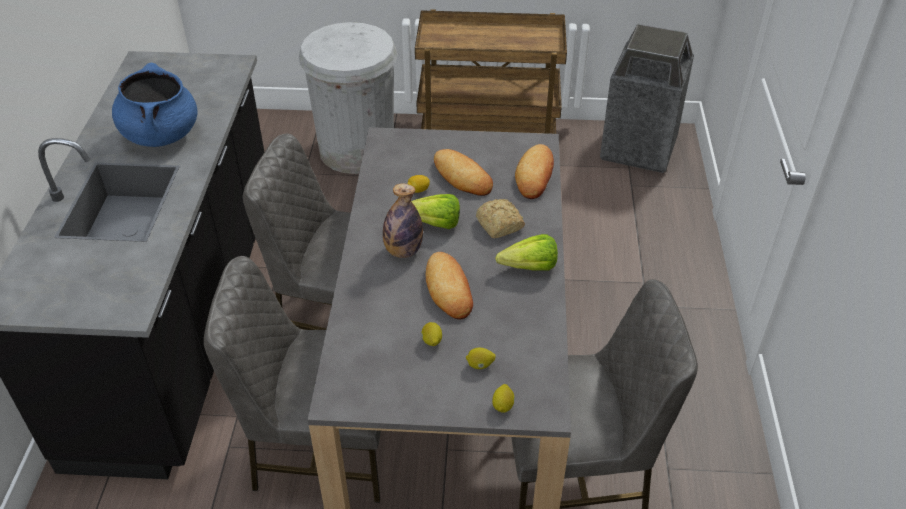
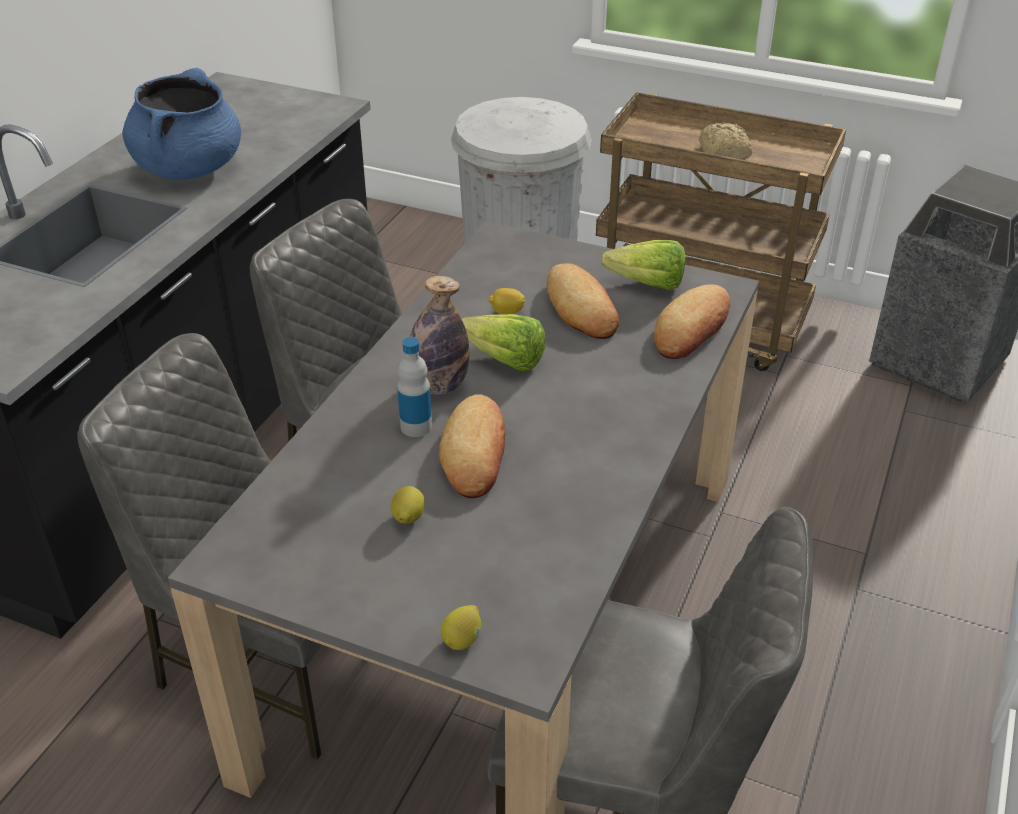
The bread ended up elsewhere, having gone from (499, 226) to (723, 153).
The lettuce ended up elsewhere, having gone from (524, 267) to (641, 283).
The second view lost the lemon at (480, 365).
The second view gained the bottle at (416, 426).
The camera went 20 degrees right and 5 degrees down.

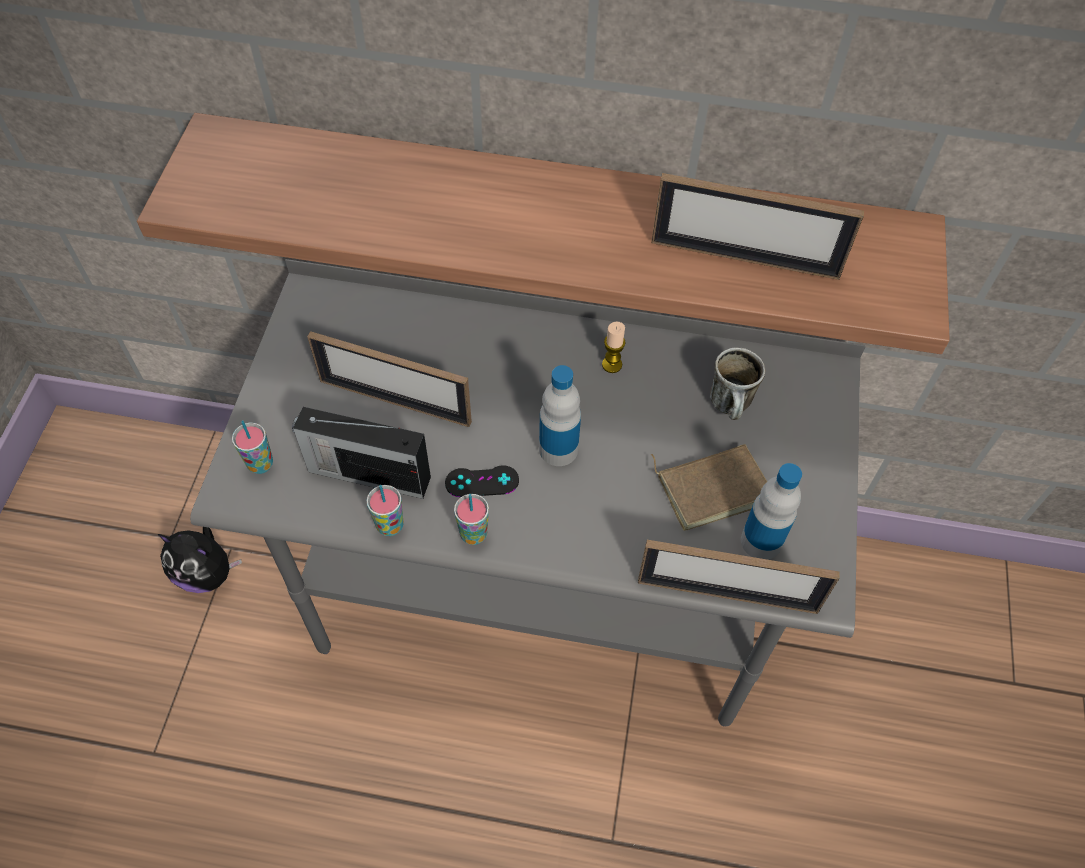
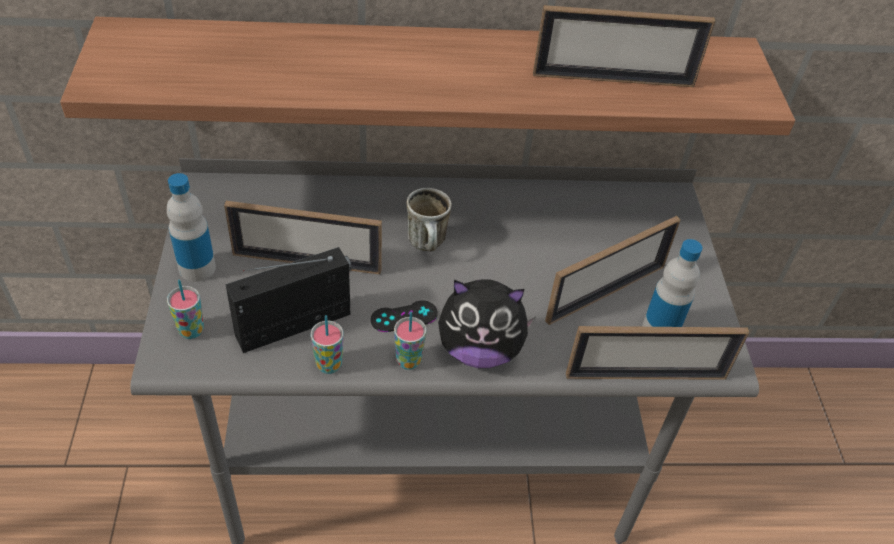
The second view lost the candle at (612, 365).
The mug ended up elsewhere, having gone from (731, 408) to (429, 246).
The bottle ended up elsewhere, having gone from (558, 449) to (197, 268).
The radio at (367, 473) ended up facing another way, 150 degrees clockwise from before.
Where the brown_book stood at (712, 486), the picture_frame came to stand at (606, 293).
The plush_toy ended up elsewhere, having gone from (207, 573) to (479, 350).
The camera went 15 degrees left and 10 degrees down.

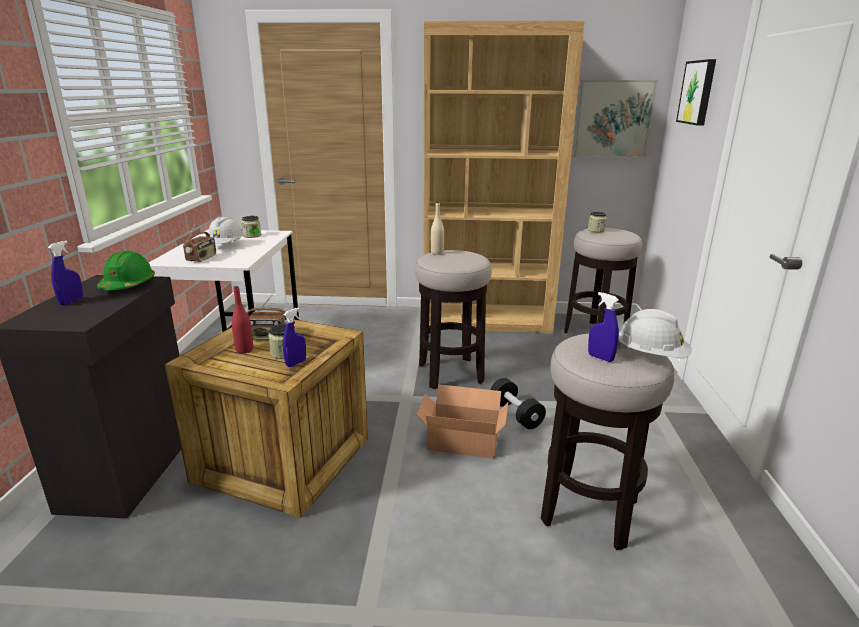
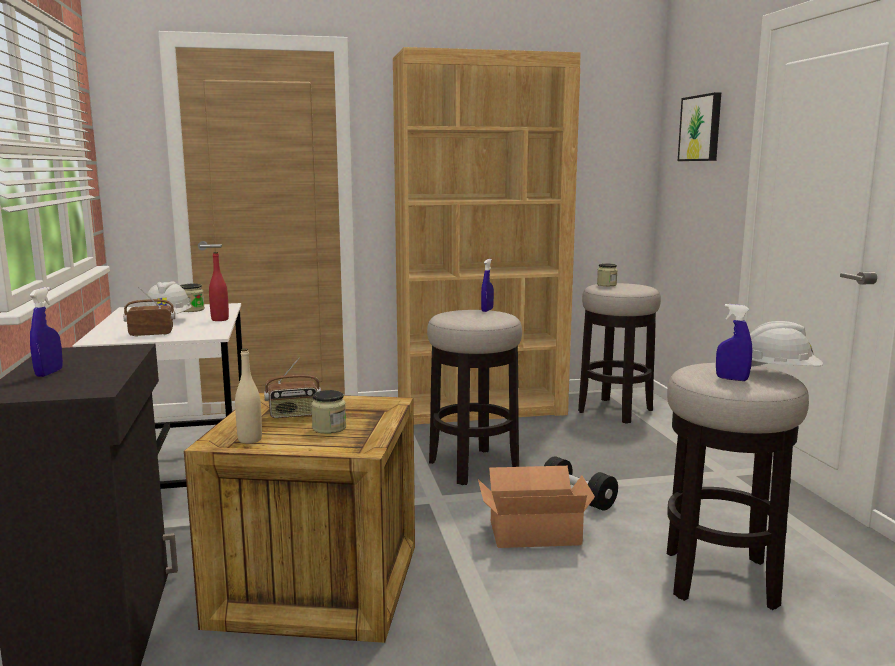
The second view lost the picture at (613, 119).
The beige_bottle ended up elsewhere, having gone from (437, 253) to (250, 440).
The radio at (202, 258) ended up facing another way, 105 degrees counterclockwise from before.
The second view lost the green_hard_hat at (128, 285).
The red_bottle ended up elsewhere, having gone from (244, 350) to (220, 319).
The blue_spray_bottle ended up elsewhere, having gone from (296, 363) to (487, 310).
The camera went 15 degrees left and 10 degrees down.

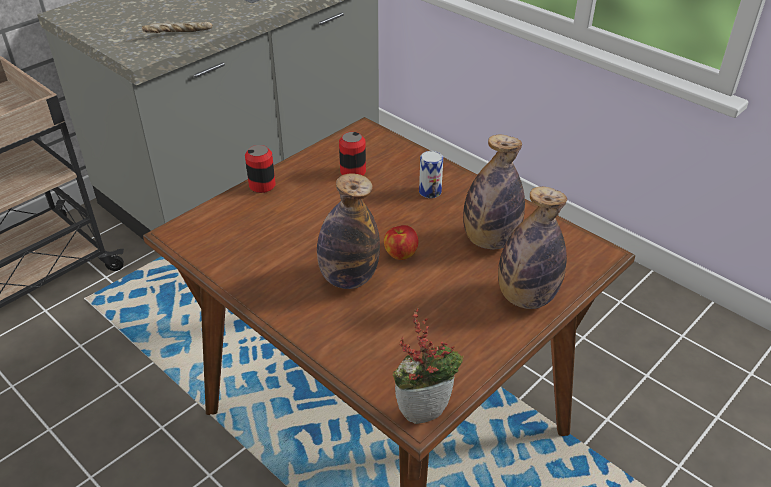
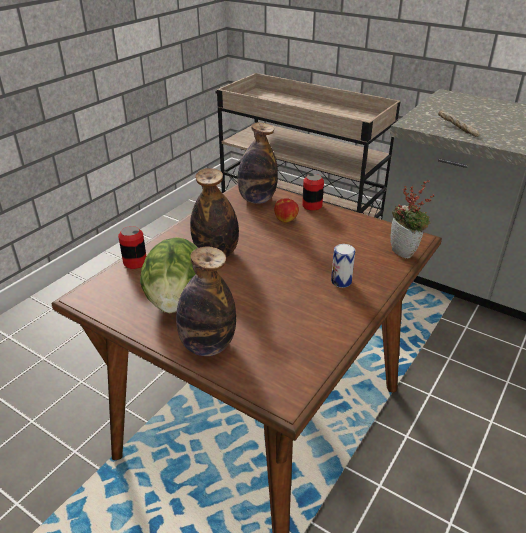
The can ended up elsewhere, having gone from (353, 171) to (135, 262).
The bottle ended up elsewhere, having gone from (489, 240) to (257, 199).
The apple ended up elsewhere, having gone from (400, 254) to (286, 219).
The potted_plant ended up elsewhere, having gone from (424, 408) to (405, 252).
The second view gained the lettuce at (176, 300).
The camera went 80 degrees right and 5 degrees down.

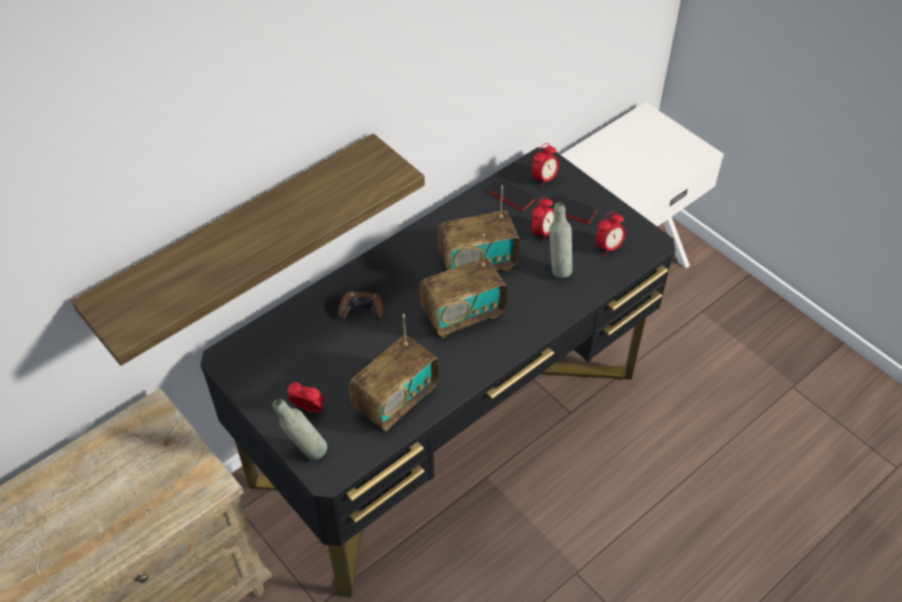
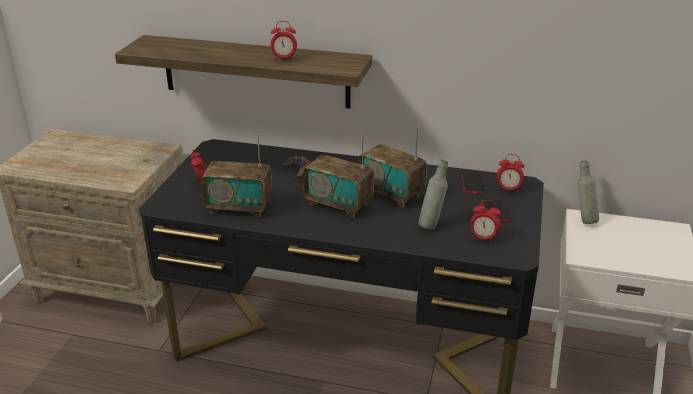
The alarm_clock ended up elsewhere, having gone from (542, 232) to (284, 59).
The grey_bottle ended up elsewhere, having gone from (305, 452) to (583, 220).
The camera went 55 degrees right and 20 degrees down.

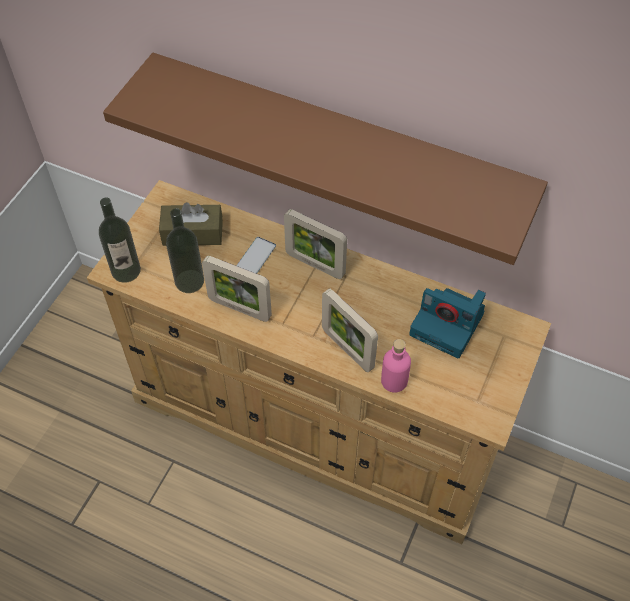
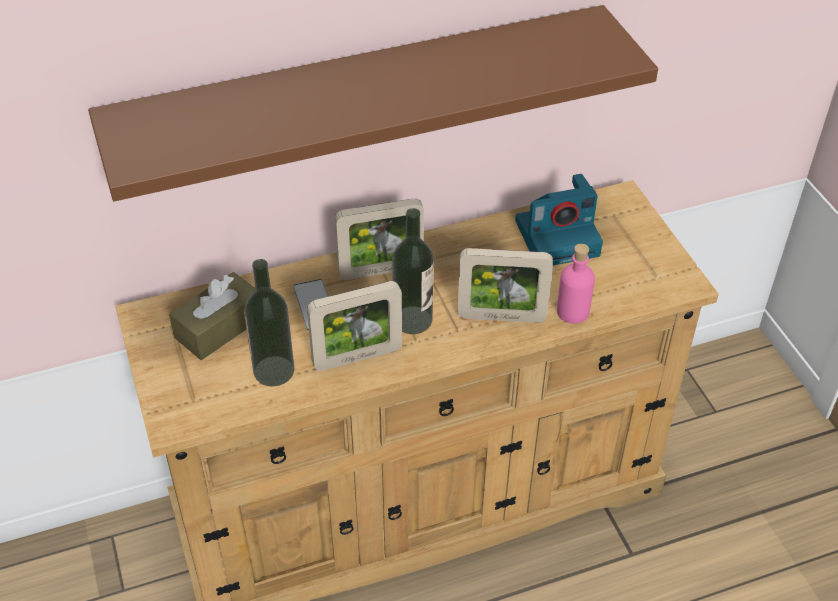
The bottle ended up elsewhere, having gone from (126, 271) to (412, 320).
The camera went 45 degrees left and 10 degrees down.

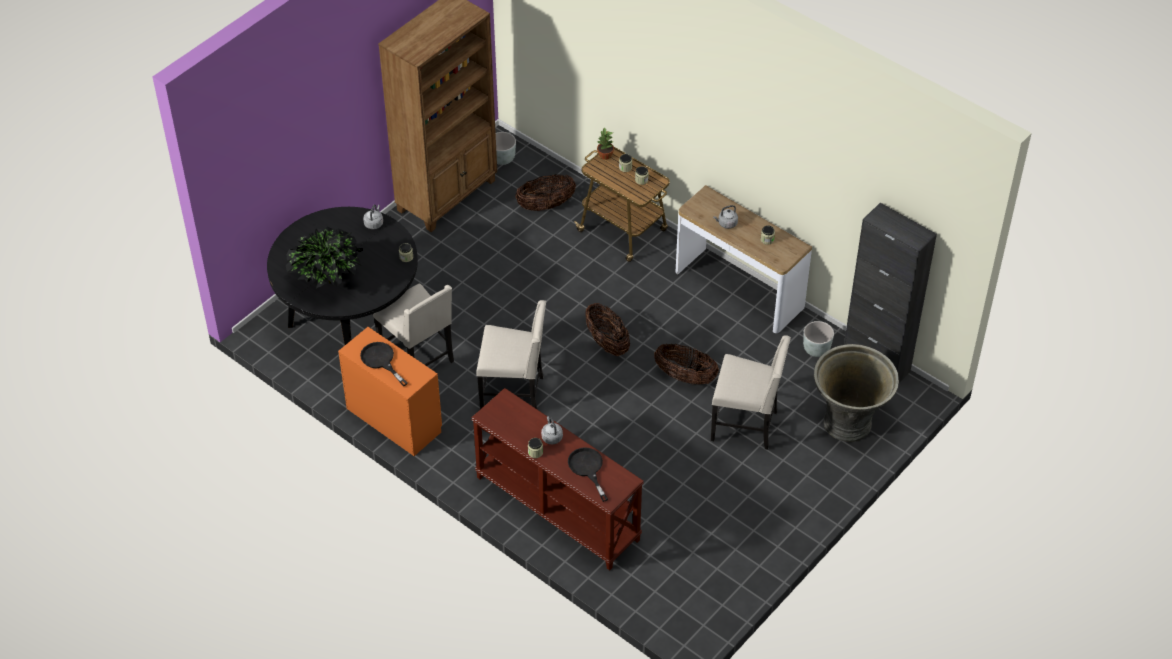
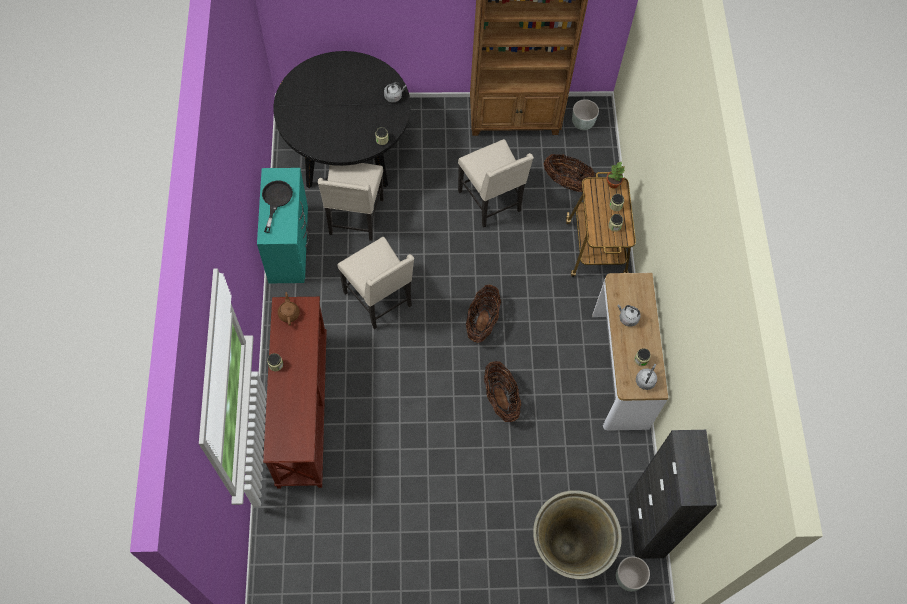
The second view lost the potted_plant at (327, 283).
The grey_planter ended up elsewhere, having gone from (816, 350) to (628, 578).
What was the orange_dresser at (394, 419) turned into the turquoise_dresser at (289, 246).
The beige_chair ended up elsewhere, having gone from (746, 425) to (491, 202).
The grey_kettle ended up elsewhere, having gone from (551, 437) to (645, 380).
The second view lost the black_frying_pan at (587, 469).
The second view gained the brown_teapot at (289, 313).
The camera went 45 degrees right and 15 degrees up.

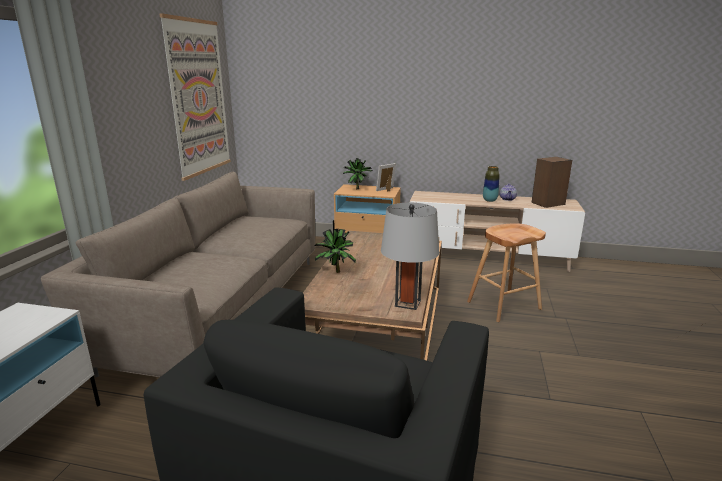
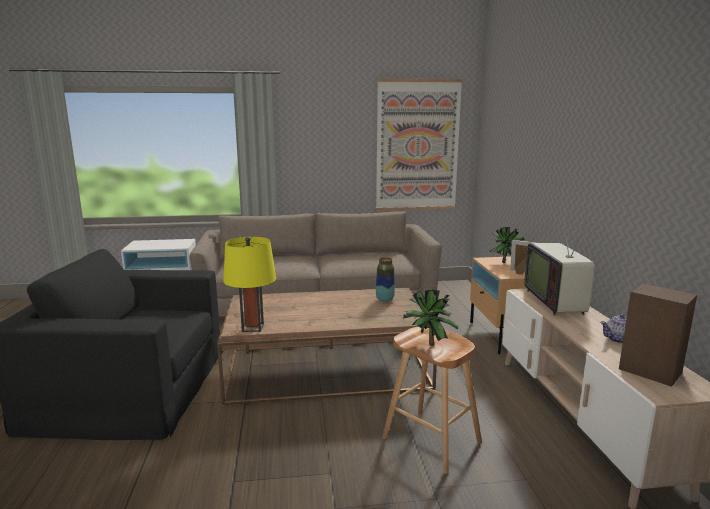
The vase ended up elsewhere, having gone from (489, 200) to (385, 300).
What was the grey_table_lamp at (408, 303) turned into the yellow_table_lamp at (253, 327).
The potted_plant ended up elsewhere, having gone from (336, 273) to (427, 344).
The second view gained the television at (557, 301).
The camera went 70 degrees right and 5 degrees down.

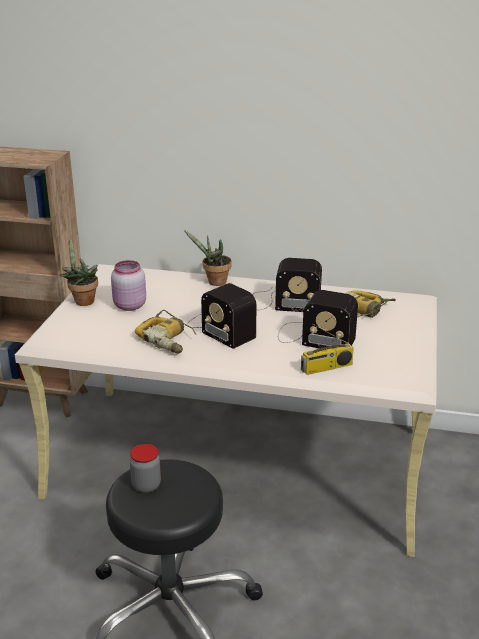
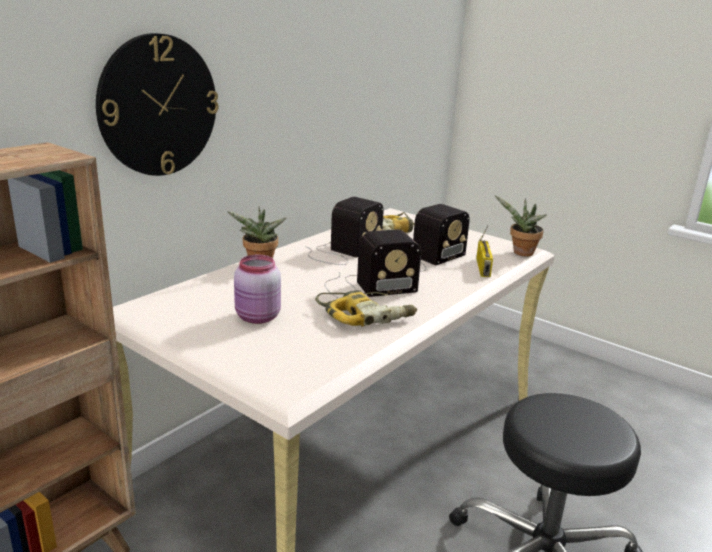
The potted_plant ended up elsewhere, having gone from (82, 301) to (520, 253).
The second view lost the jar at (146, 485).
The second view gained the wall_clock at (158, 106).
The camera went 65 degrees left and 5 degrees down.

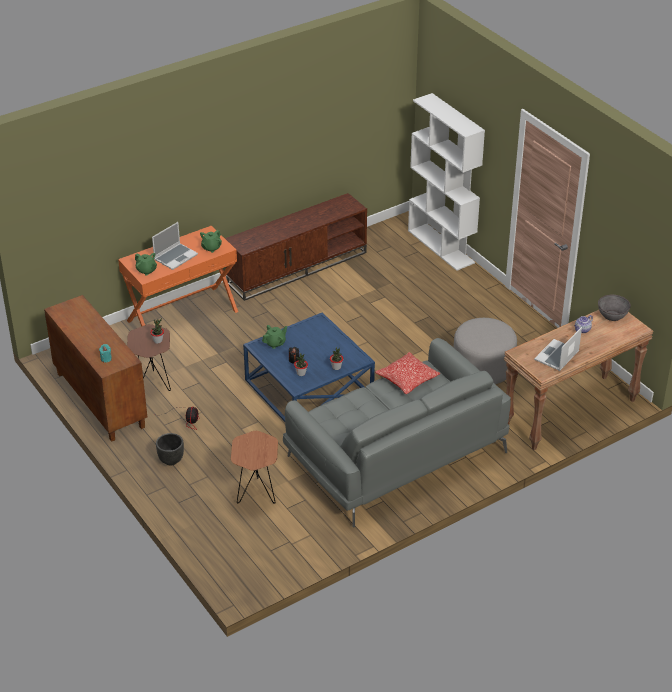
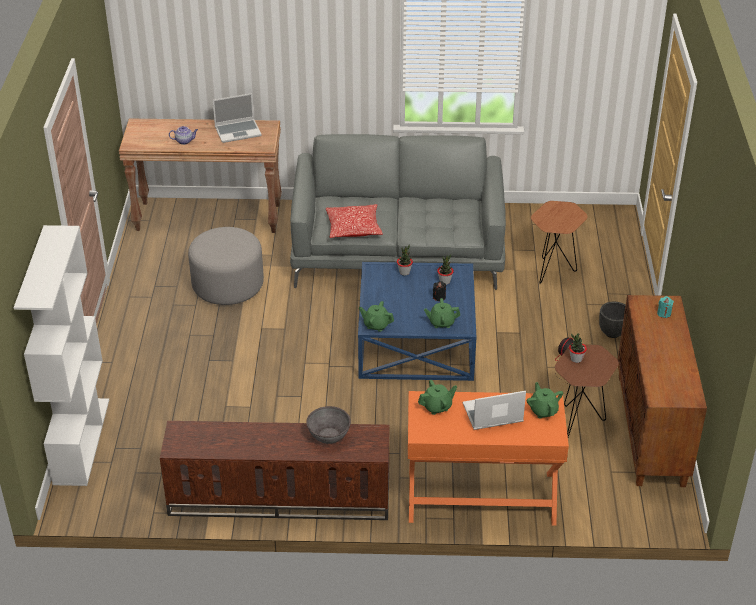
The grey_bowl ended up elsewhere, having gone from (612, 315) to (329, 435).
The second view gained the green_teapot at (376, 325).
The camera went 145 degrees left and 0 degrees up.

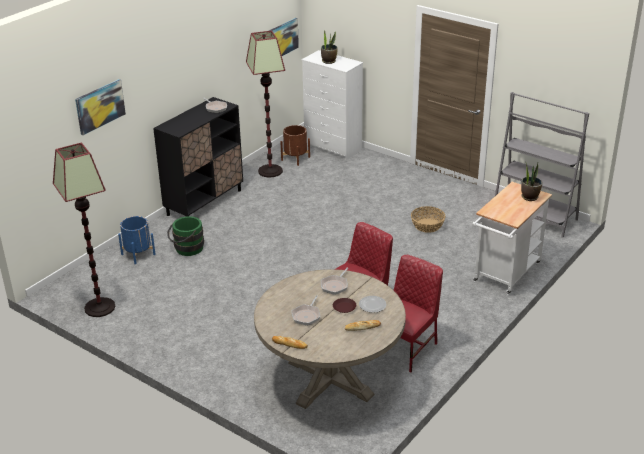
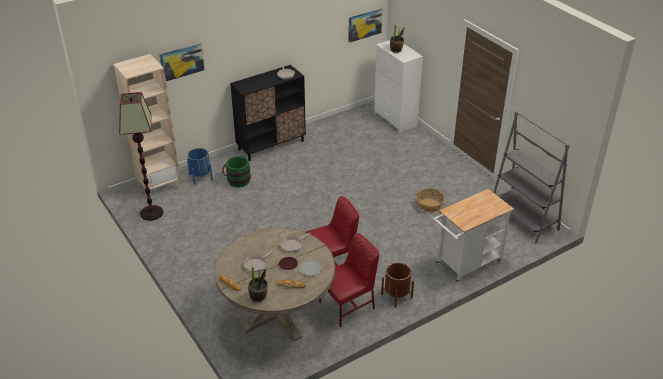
The second view lost the floor_lamp at (270, 171).
The brown_planter ended up elsewhere, having gone from (295, 158) to (396, 296).
The potted_plant ended up elsewhere, having gone from (529, 197) to (258, 296).
The second view gained the beige_bookcase at (159, 185).
The camera went 20 degrees right and 5 degrees up.

